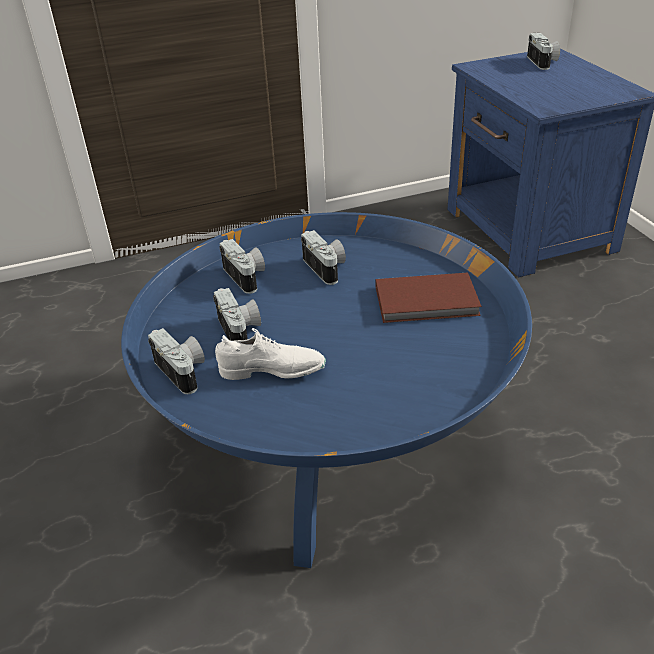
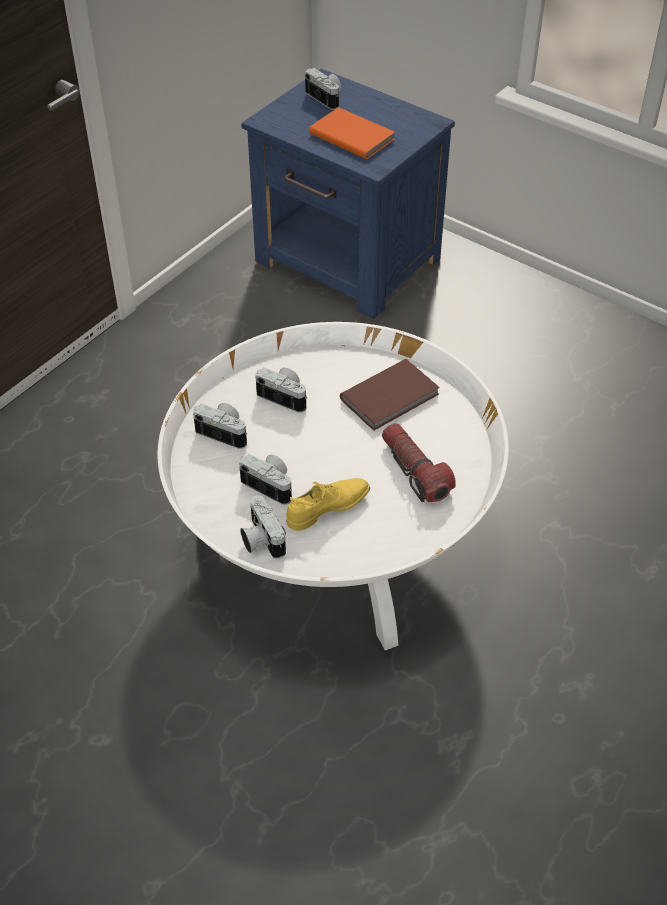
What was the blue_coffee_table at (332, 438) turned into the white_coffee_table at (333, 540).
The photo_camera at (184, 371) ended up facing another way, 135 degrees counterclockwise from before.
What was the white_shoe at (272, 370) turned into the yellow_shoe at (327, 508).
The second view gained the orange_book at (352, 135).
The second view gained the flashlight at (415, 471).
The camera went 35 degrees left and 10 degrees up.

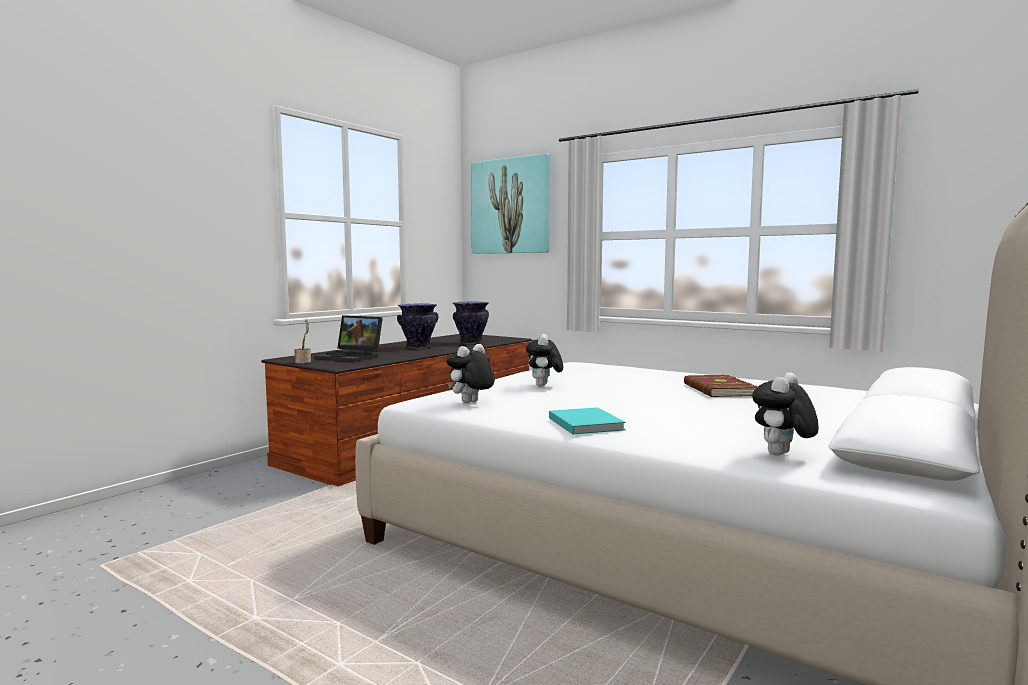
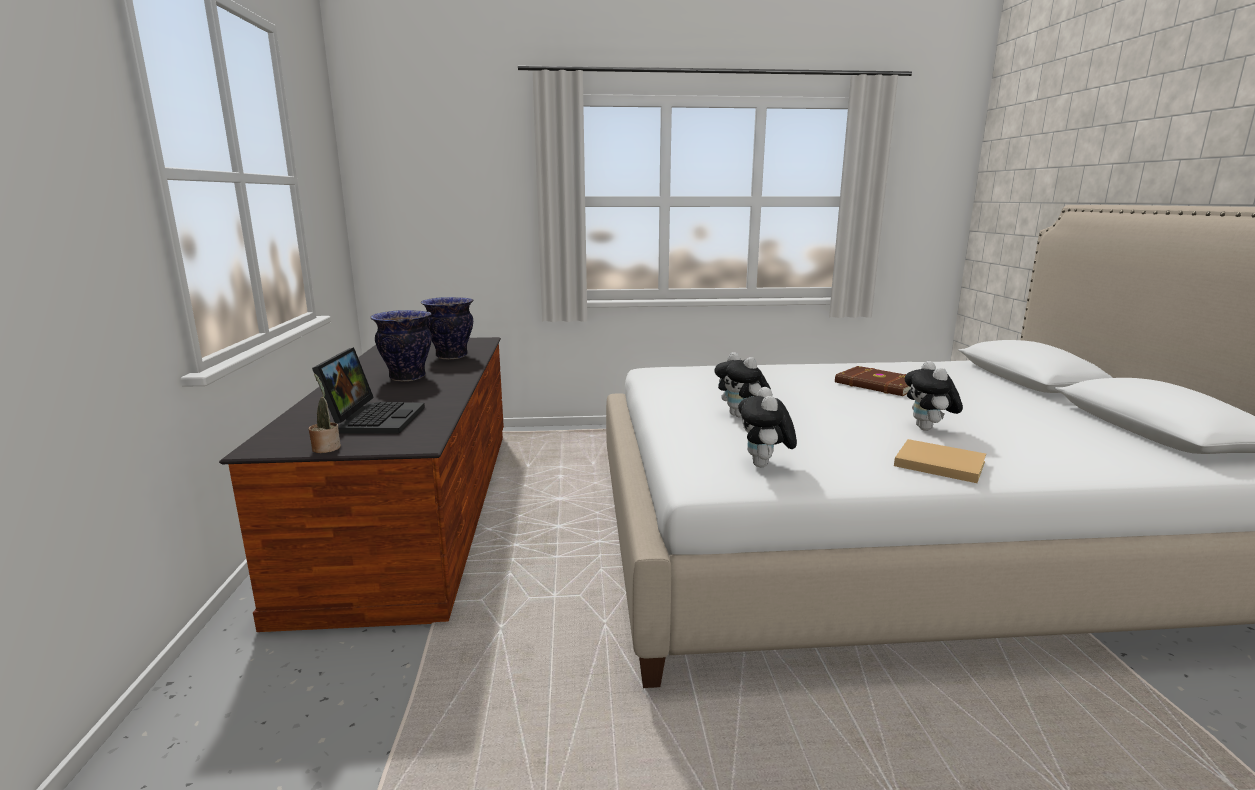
The second view lost the picture at (510, 206).
The laptop at (352, 357) ended up facing another way, 75 degrees counterclockwise from before.
The plush_toy ended up elsewhere, having gone from (782, 455) to (928, 429).
What was the turquoise_book at (584, 423) turned into the beige_book at (936, 463).
The camera went 40 degrees left and 10 degrees up.

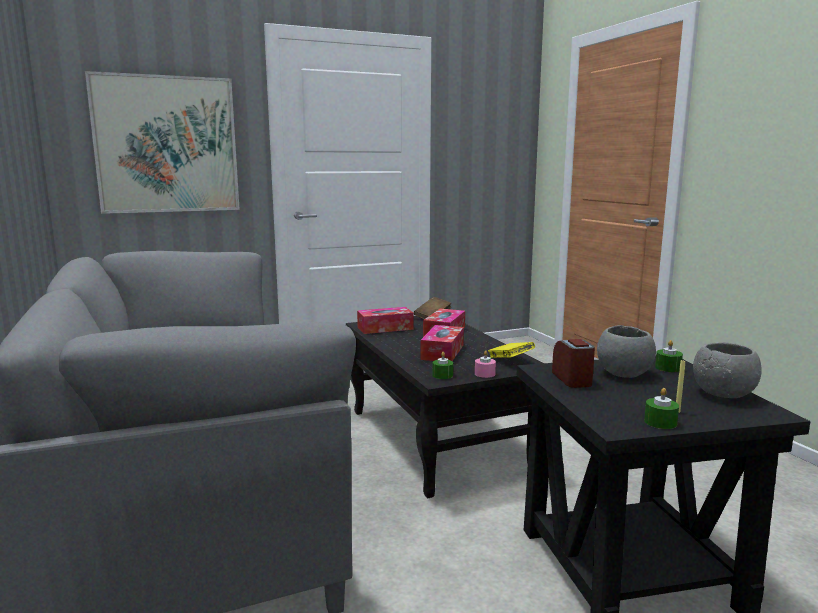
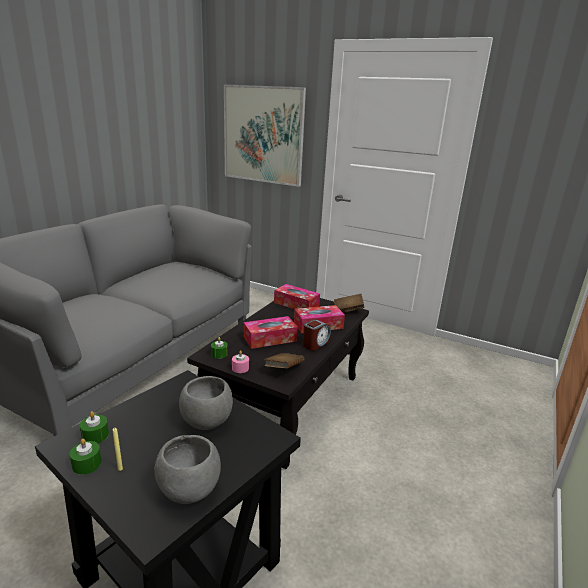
The alarm_clock ended up elsewhere, having gone from (572, 379) to (315, 344).
The green_candle ended up elsewhere, having gone from (668, 368) to (95, 435).
What was the yellow_book at (510, 361) turned into the brown_book at (284, 369).
The camera went 50 degrees right and 10 degrees up.

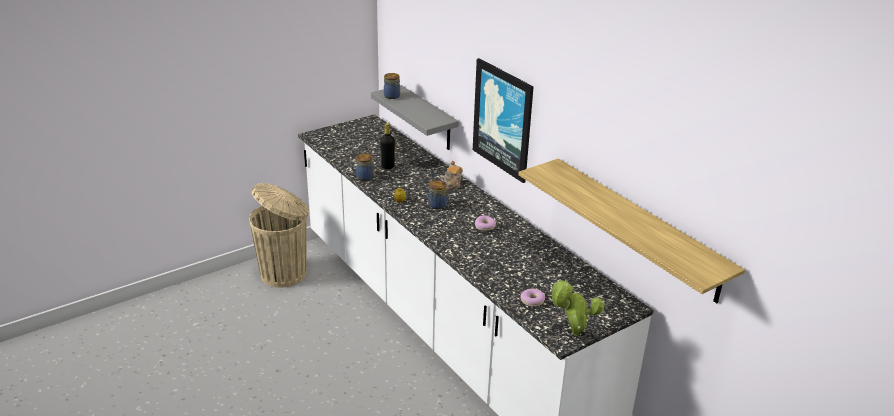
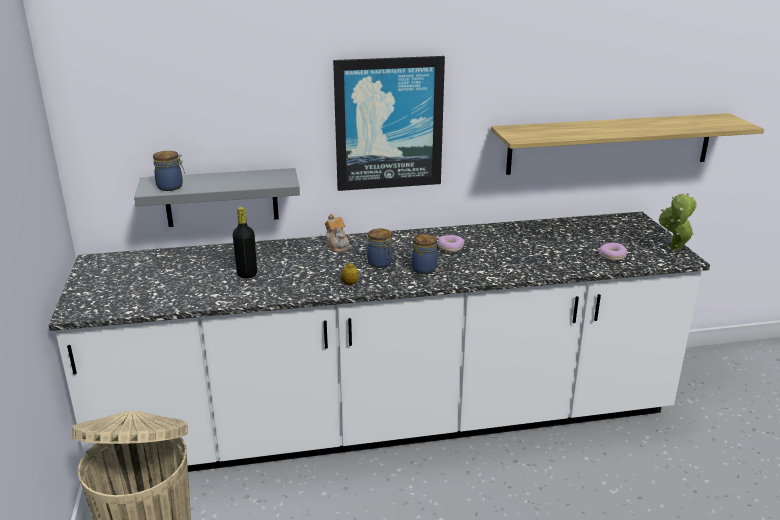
The jar ended up elsewhere, having gone from (365, 177) to (425, 269).
The camera went 65 degrees left and 5 degrees down.

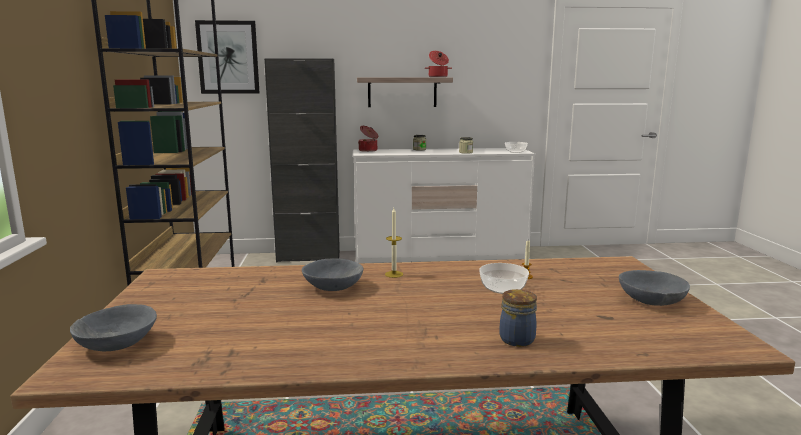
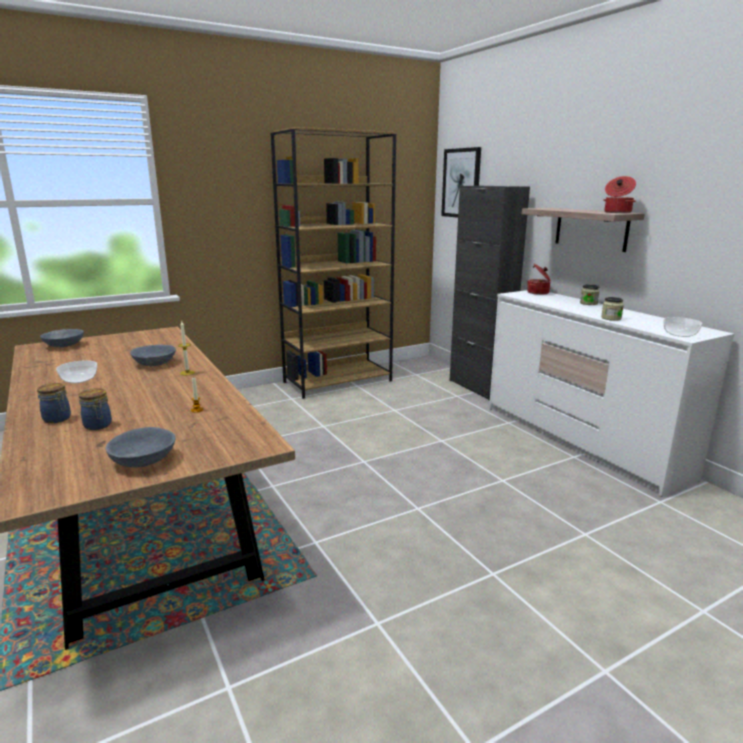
The bowl ended up elsewhere, having gone from (503, 289) to (78, 379).
The second view gained the jar at (98, 426).
The camera went 65 degrees right and 5 degrees up.

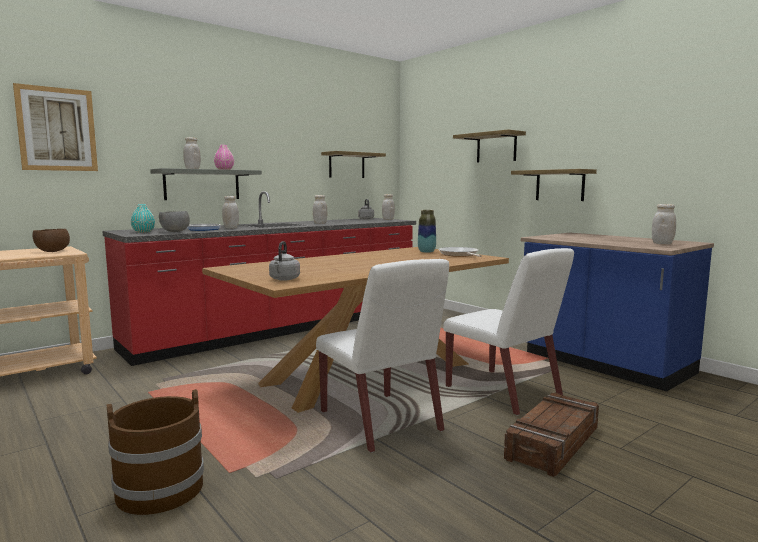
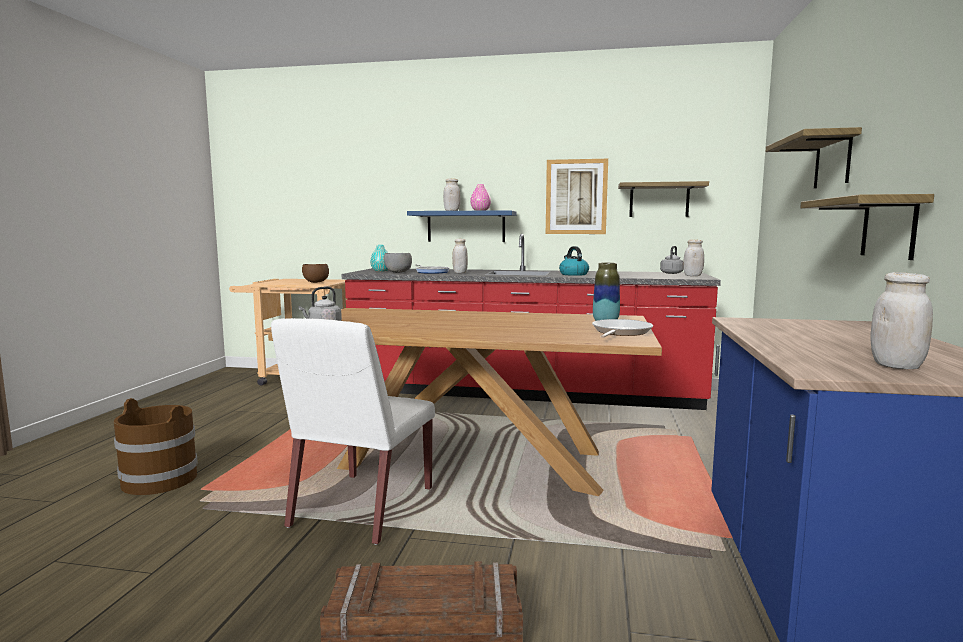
The picture ended up elsewhere, having gone from (57, 129) to (576, 197).
What was the grey_shelf at (202, 184) turned into the blue_shelf at (466, 226).
Where the white_jar stood at (320, 223), the kettle came to stand at (573, 274).
The second view lost the white_chair at (504, 392).
The camera went 50 degrees right and 0 degrees up.

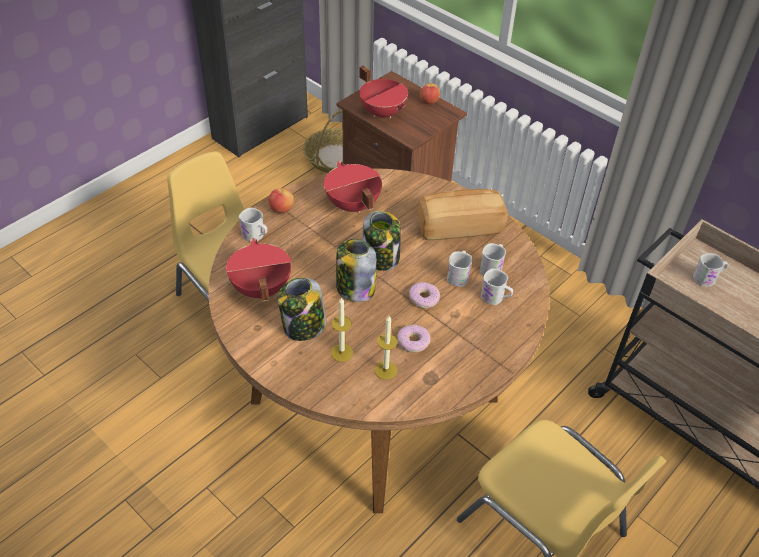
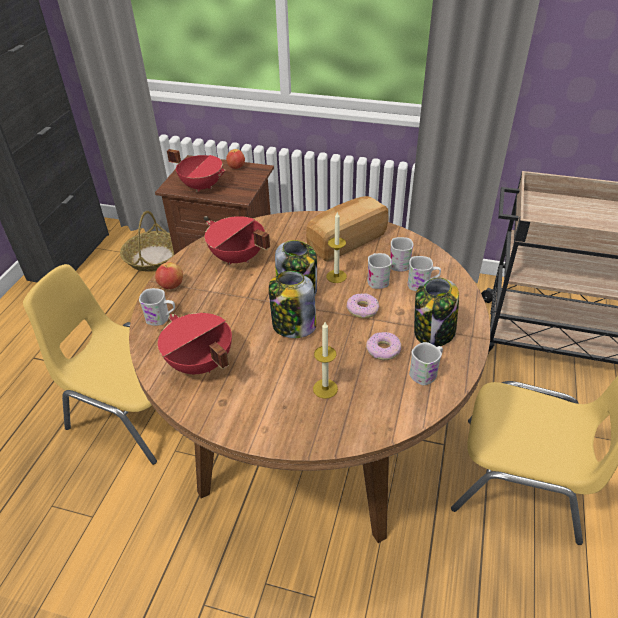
The white_mug ended up elsewhere, having gone from (707, 279) to (426, 372).
The jar ended up elsewhere, having gone from (303, 326) to (433, 332).
The candle ended up elsewhere, having gone from (385, 370) to (336, 276).
The camera went 25 degrees left and 5 degrees down.

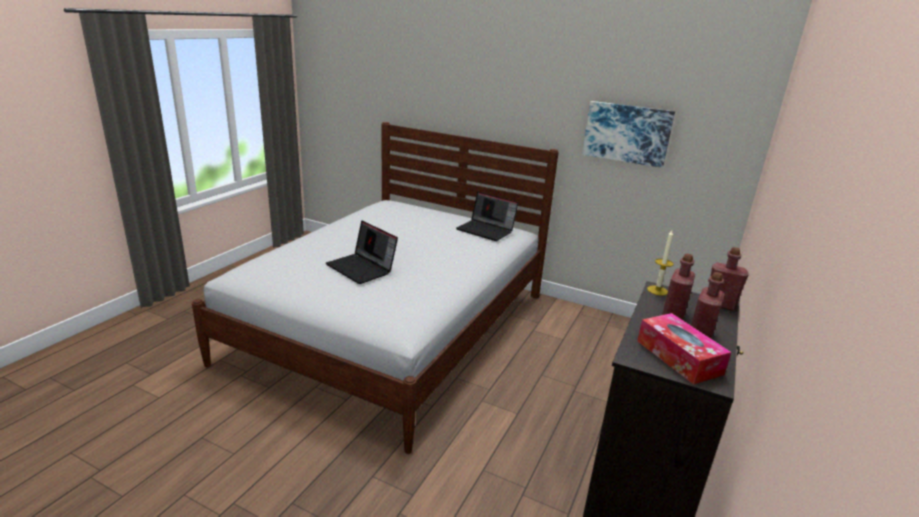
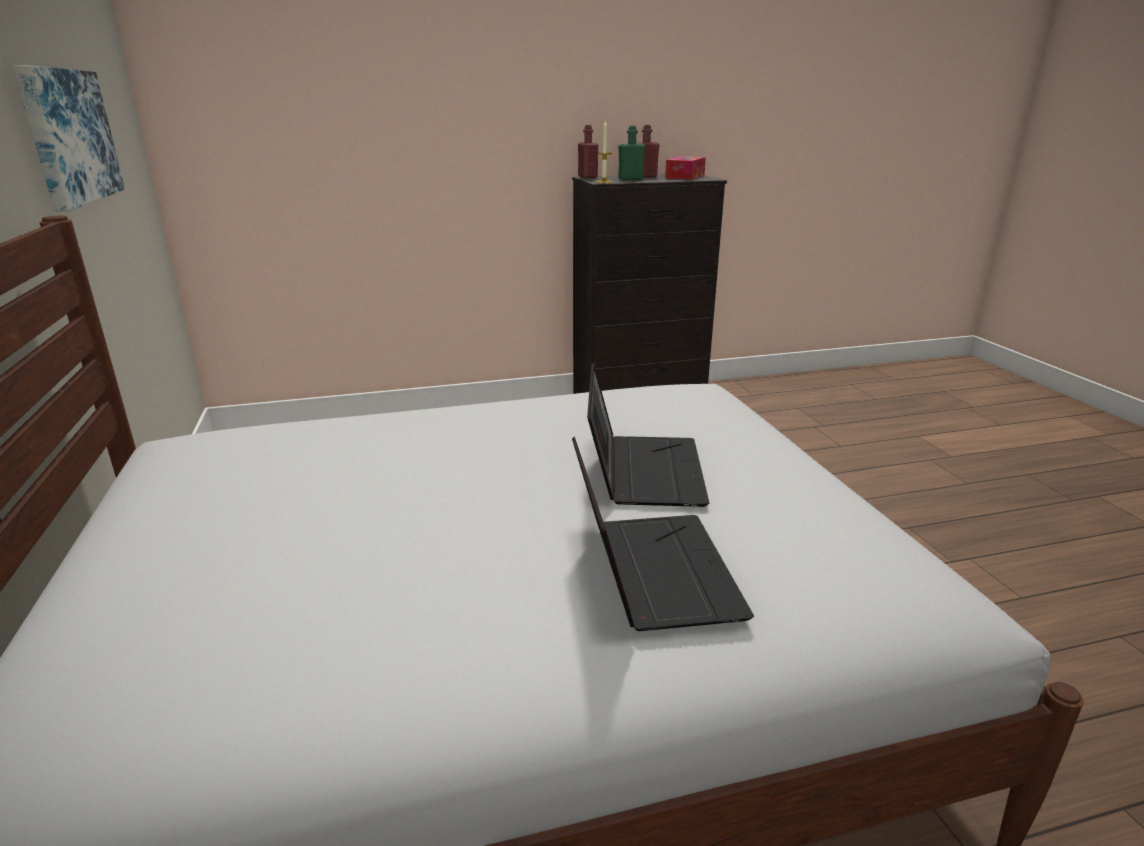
The laptop ended up elsewhere, having gone from (486, 230) to (650, 570).
What was the red_bottle at (674, 313) turned into the green_bottle at (630, 179).
The camera went 130 degrees left and 0 degrees up.

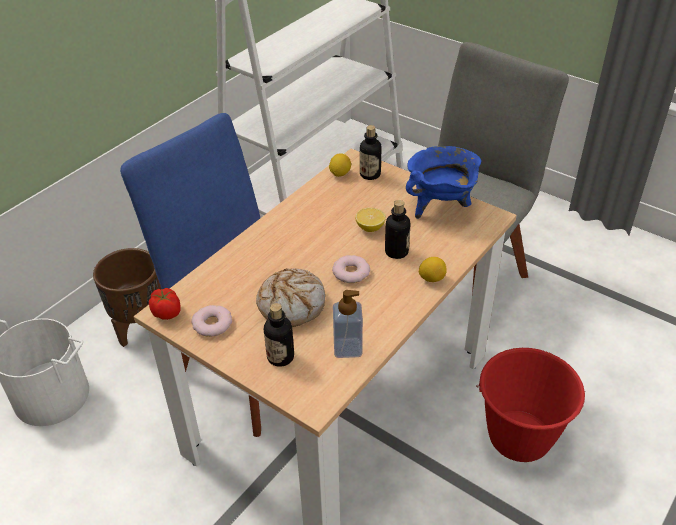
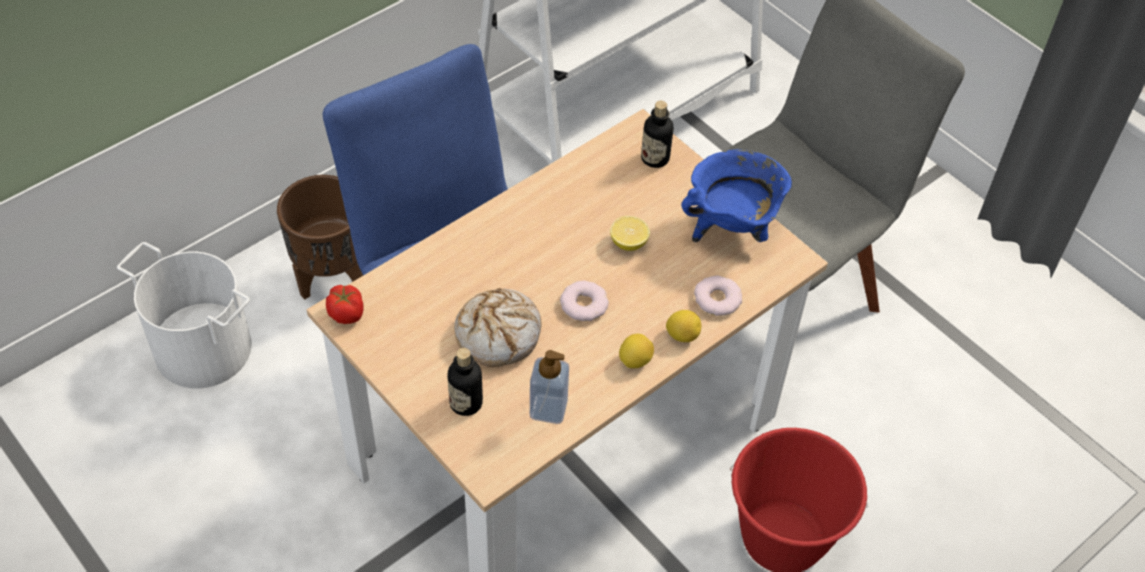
The lemon ended up elsewhere, having gone from (340, 174) to (635, 360).
The second view lost the bottle at (396, 252).
The donut ended up elsewhere, having gone from (212, 324) to (717, 299).
The camera went 10 degrees right and 10 degrees up.

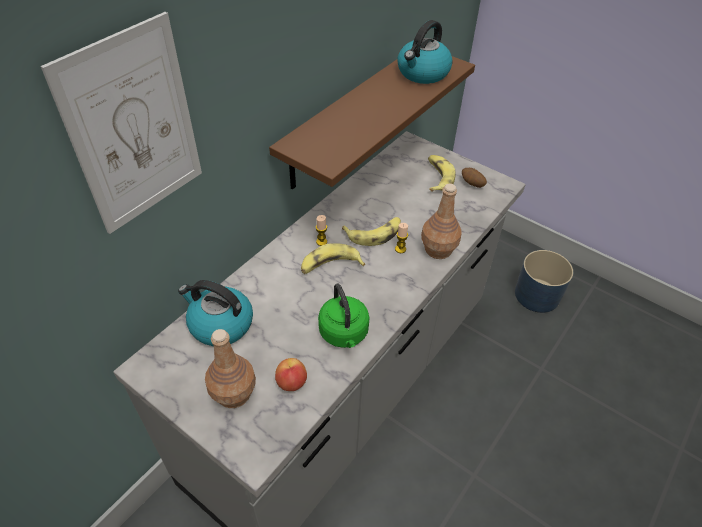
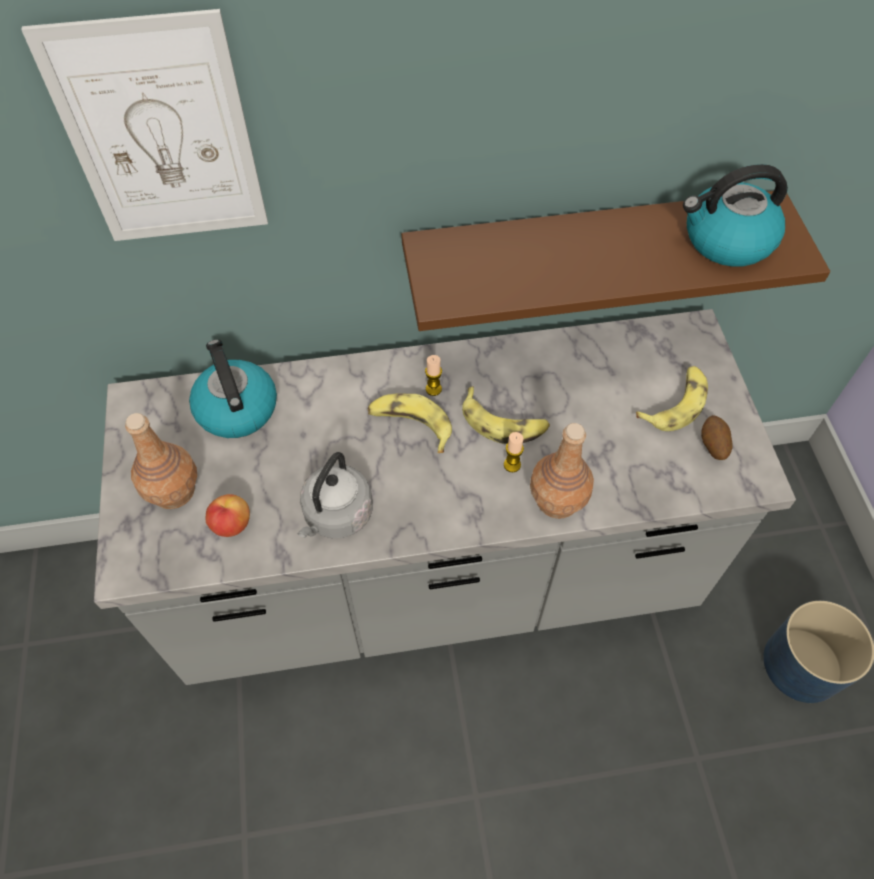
What was the green_kettle at (344, 334) turned into the grey_kettle at (336, 516).
The camera went 45 degrees right and 10 degrees up.

